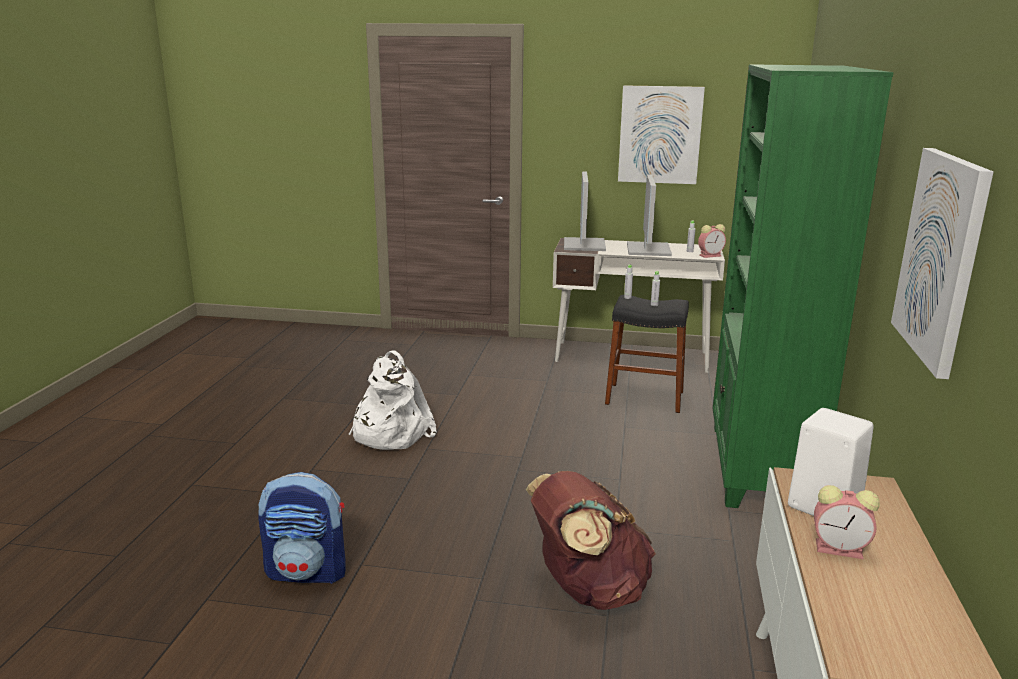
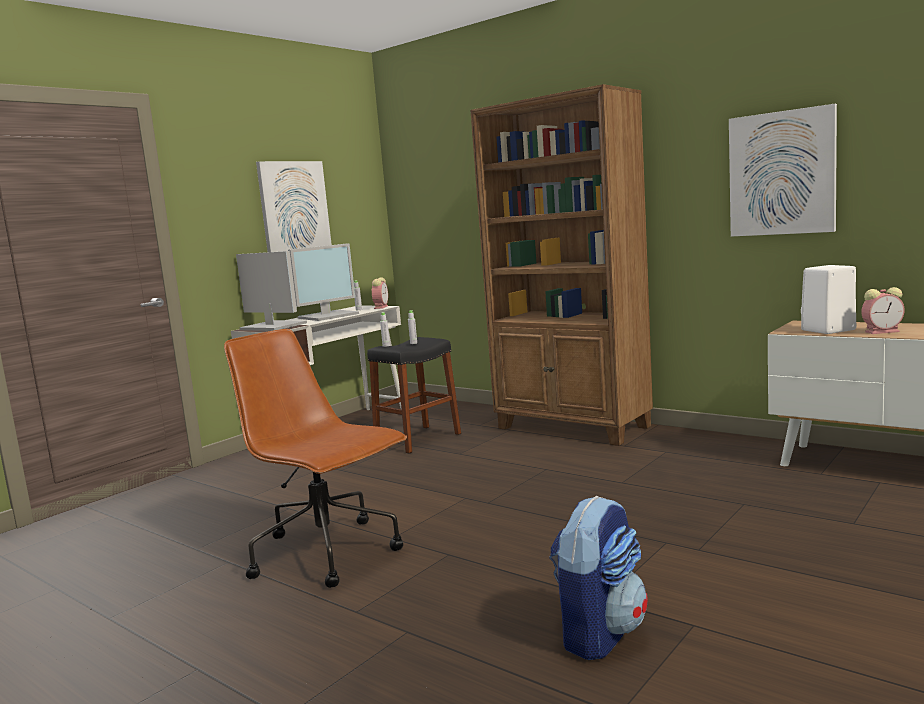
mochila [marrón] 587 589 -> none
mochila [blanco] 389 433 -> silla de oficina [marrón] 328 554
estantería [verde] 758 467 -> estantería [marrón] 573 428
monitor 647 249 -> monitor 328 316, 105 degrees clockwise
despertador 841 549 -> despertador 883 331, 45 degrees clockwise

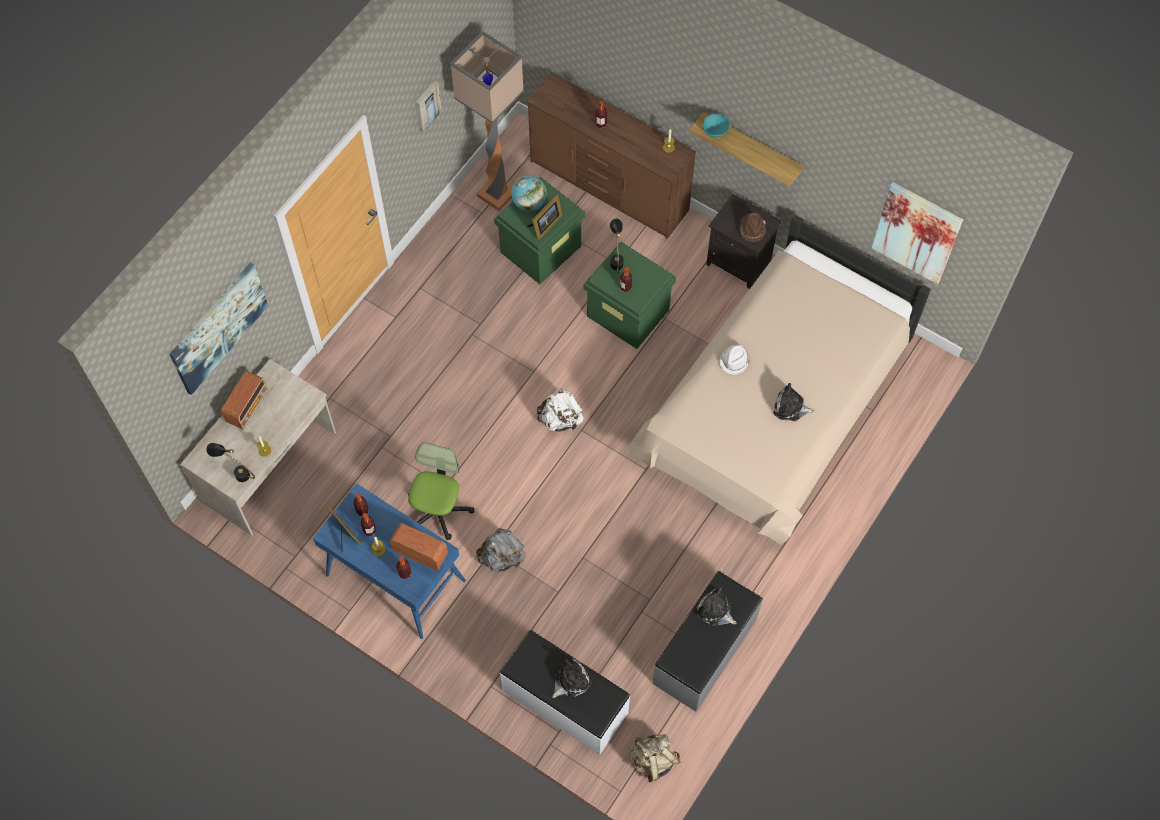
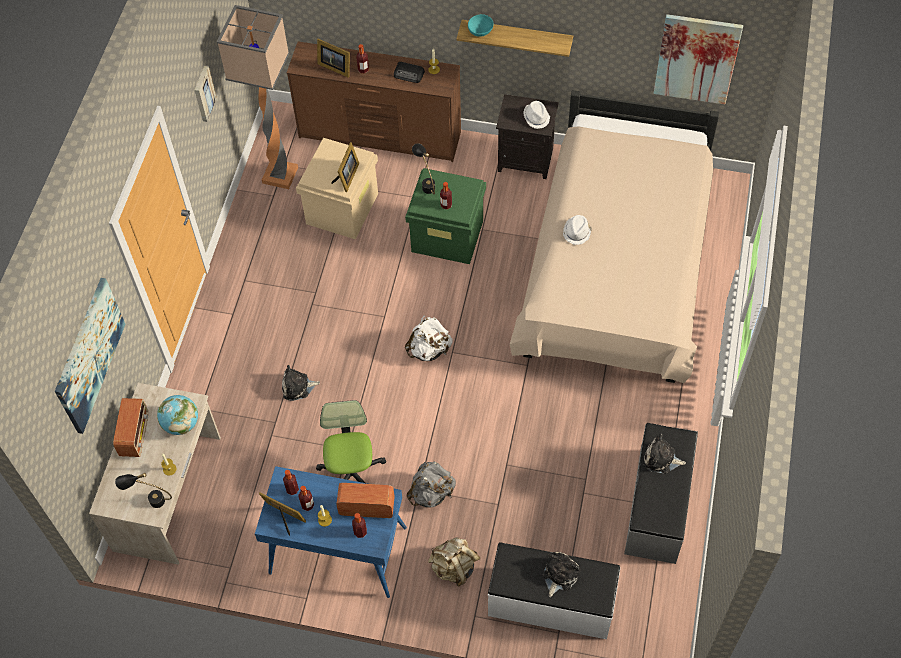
none -> portarretratos 334 66
none -> radio 409 74
globo terráqueo 529 203 -> globo terráqueo 181 424, move
mochila [beis] 653 760 -> mochila [beis] 454 567, move
peluche 790 407 -> peluche 298 387, move
caja de almacenaje [verde] 541 248 -> caja de almacenaje [beis] 342 208
sombrero [marrón] 752 229 -> sombrero [blanco] 536 118

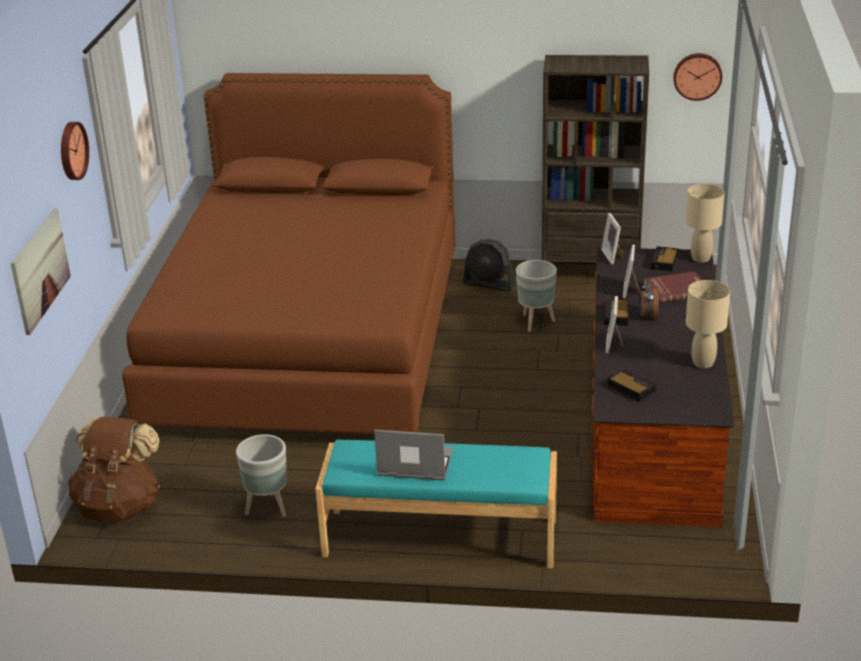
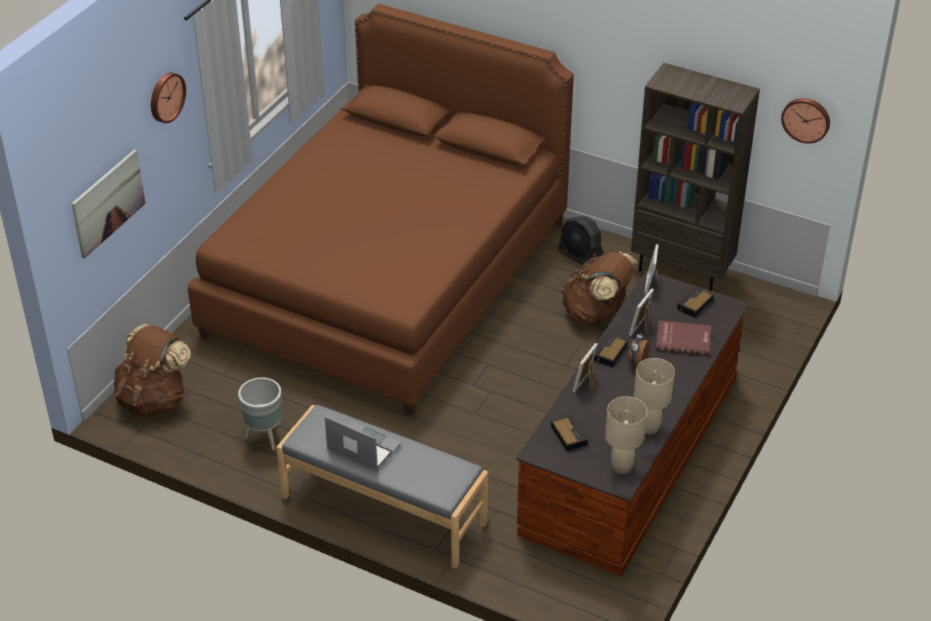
lámpara de mesa [beis] 700 258 -> lámpara de mesa [beis] 621 467, move
maceta [gris] 536 322 -> mochila [marrón] 596 313
banco [turquesa] 440 538 -> banco [gris] 383 511

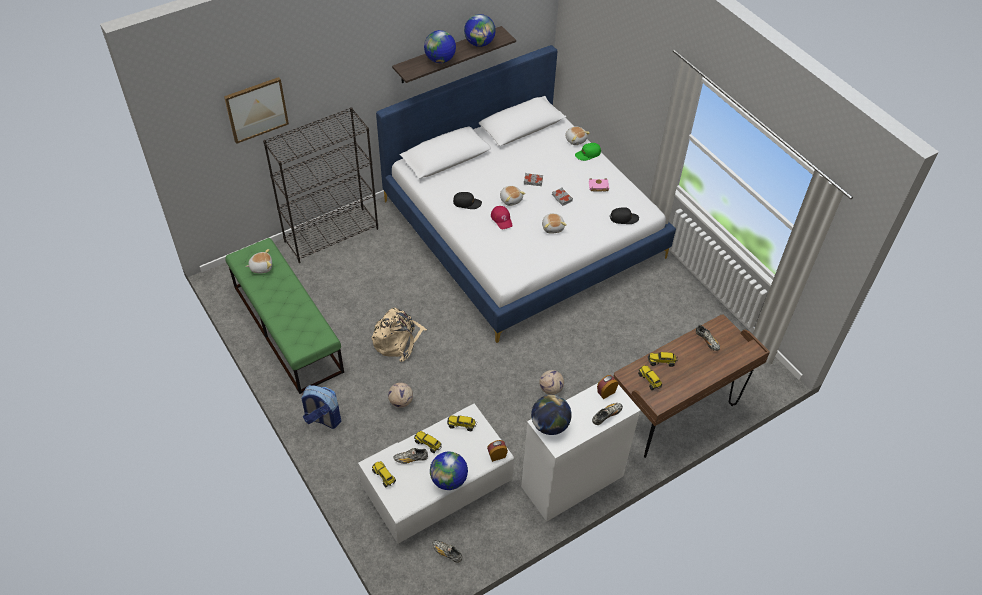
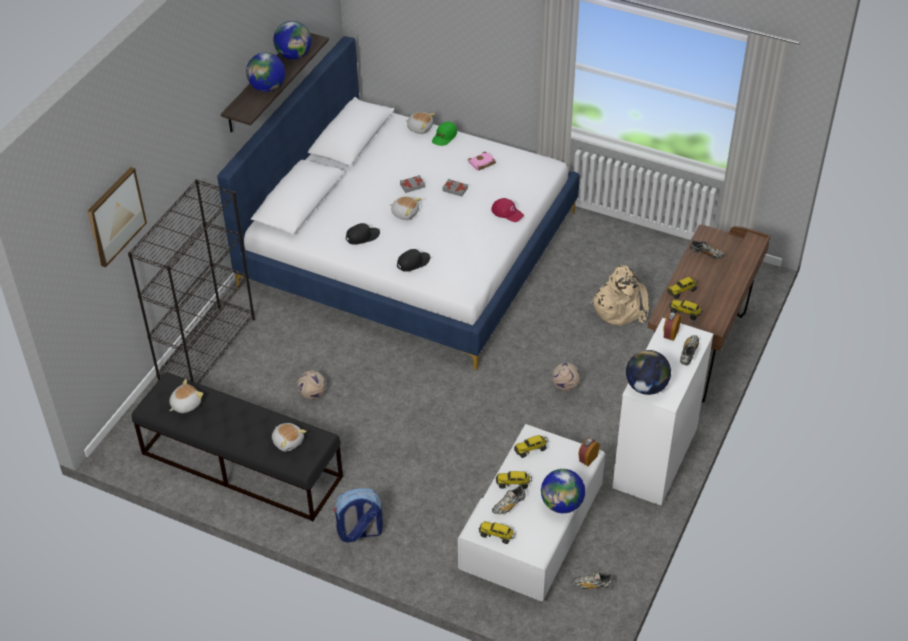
mochila [beis] 398 340 -> mochila [beis] 619 307, move
balón de fútbol 400 401 -> balón de fútbol 312 394, move
gorra [rojo] 502 219 -> gorra [rojo] 507 212, move
peluche 553 227 -> peluche 288 441, move
gorra [negro] 624 218 -> gorra [negro] 413 262, move
banco [verde] 287 328 -> banco [negro] 241 465

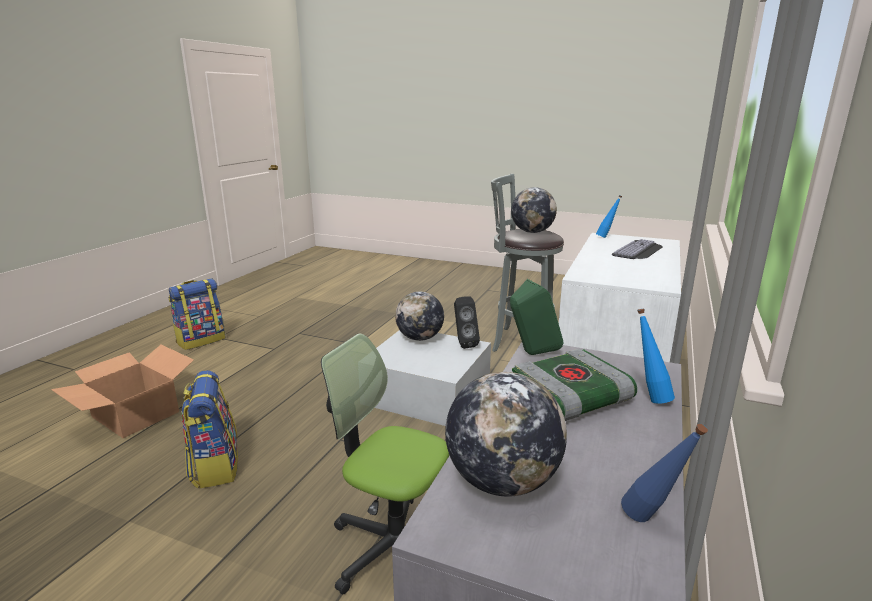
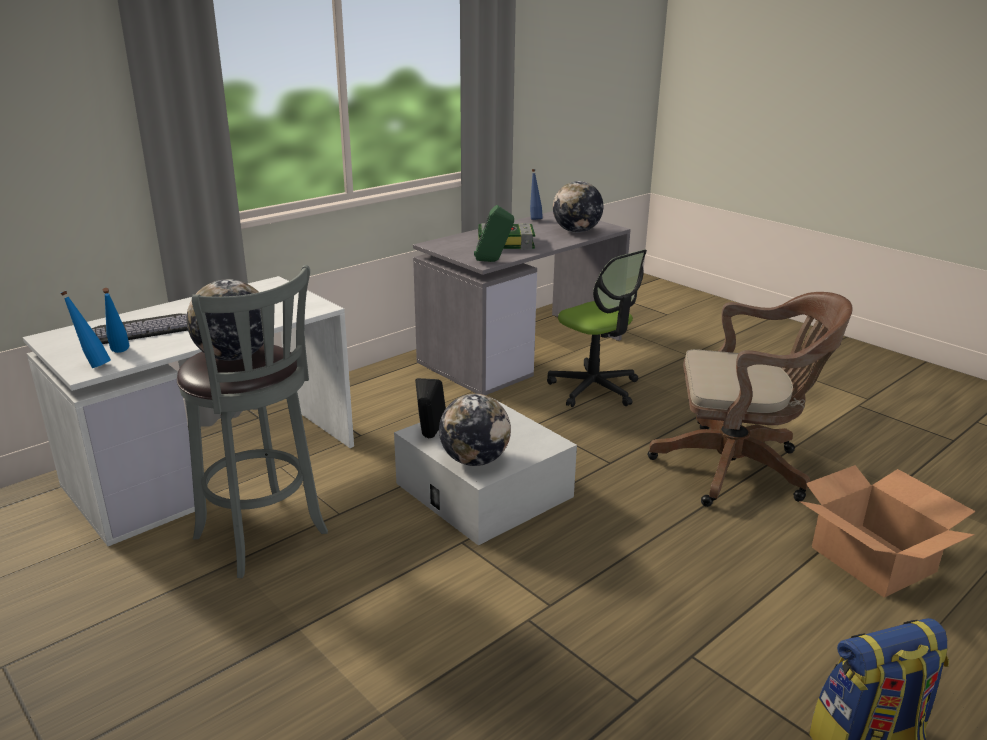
botella [azul] 648 398 -> botella [azul] 120 353, move
mochila 215 466 -> silla de oficina [marrón] 738 468

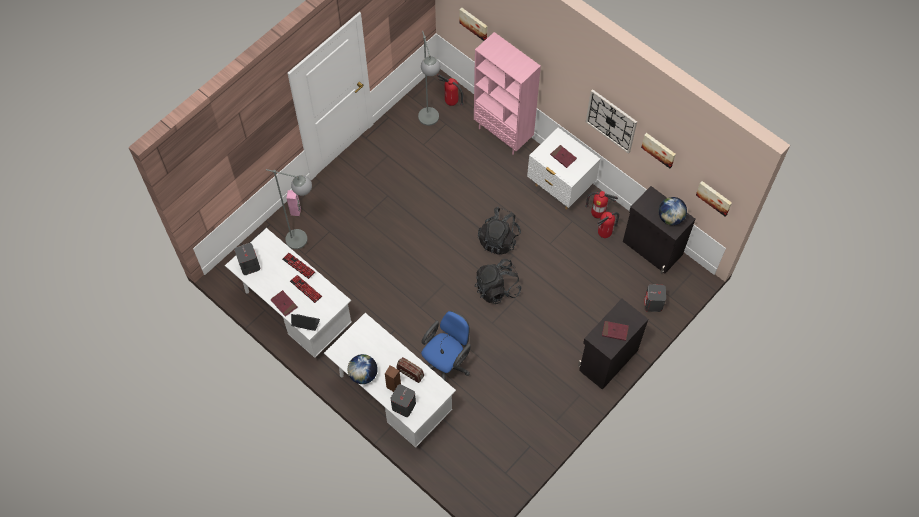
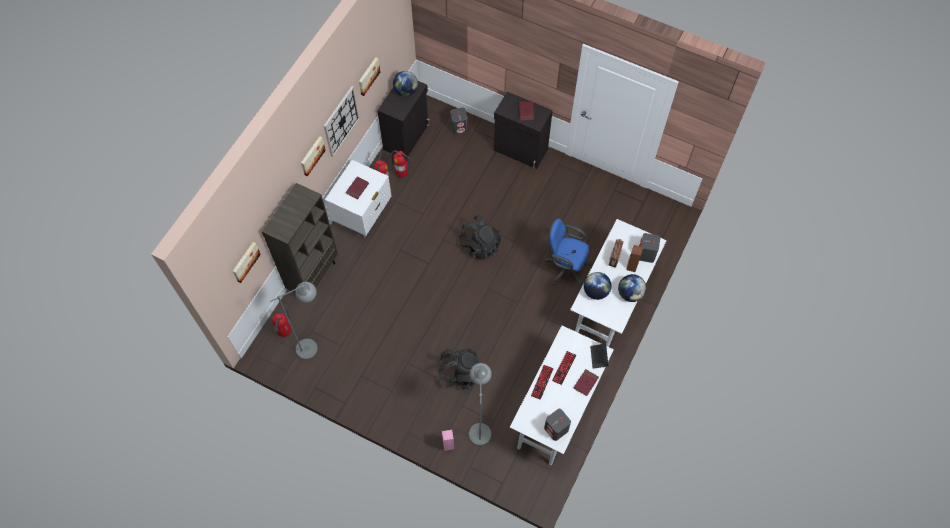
none -> globo terráqueo 595 291
mochila [negro] 498 239 -> mochila [negro] 459 373, move
cuadro 714 197 -> cuadro 312 155, move
estantería [rosa] 503 134 -> estantería [marrón] 313 276

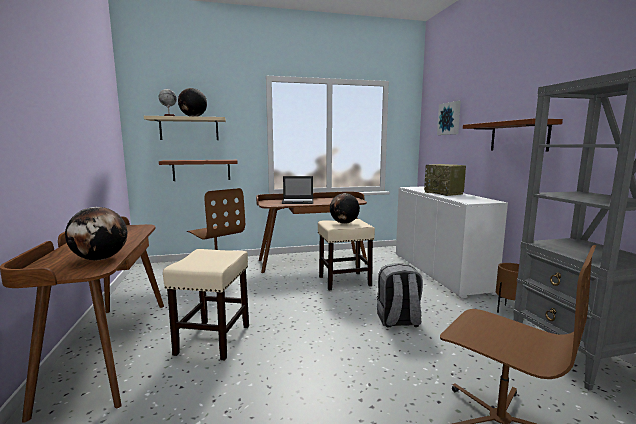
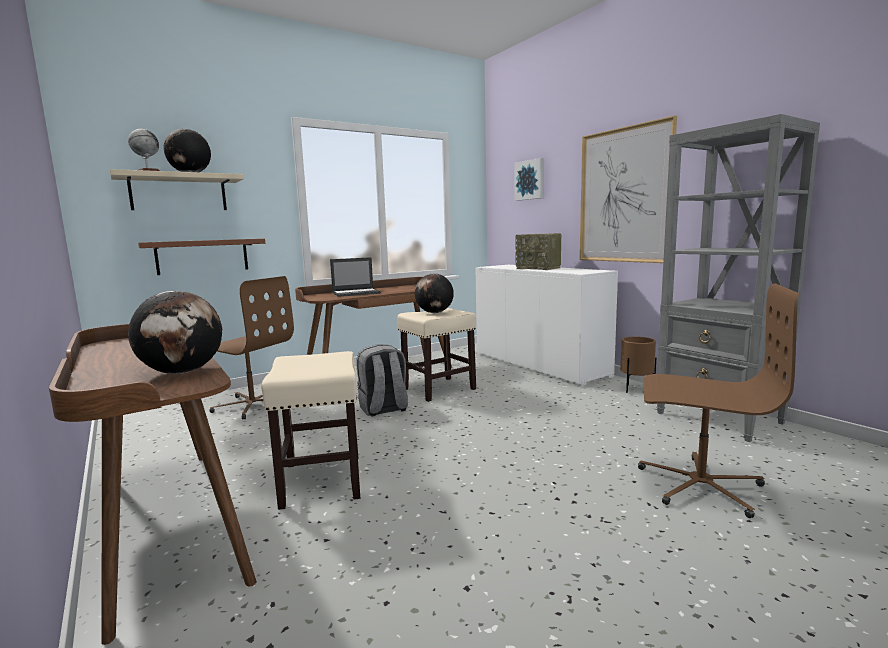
mochila [gris] 398 321 -> mochila [gris] 383 409, move
estante [marrón] 518 136 -> cuadro 624 196

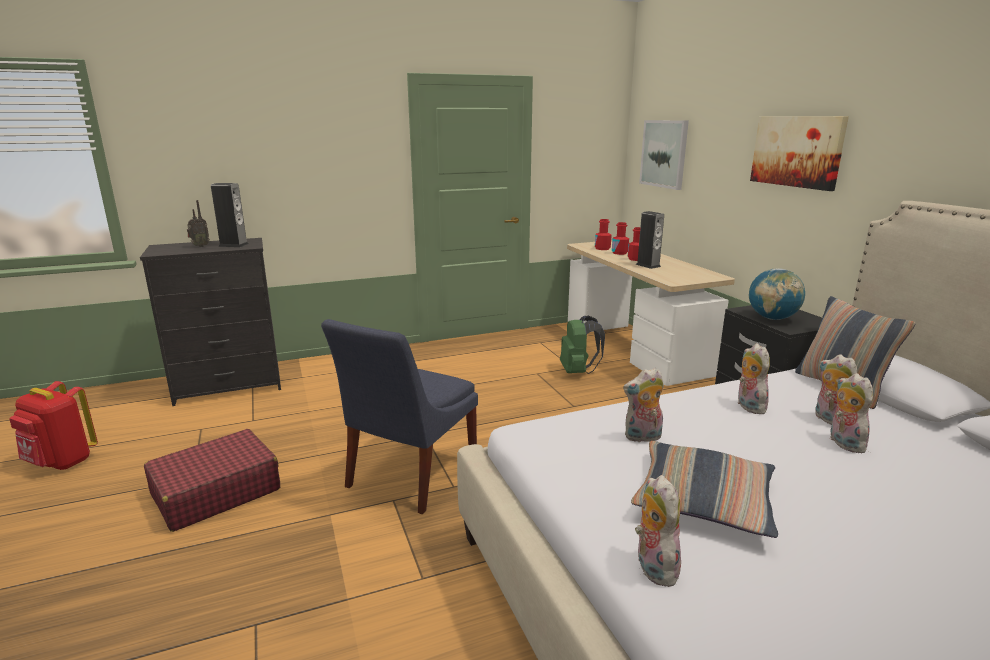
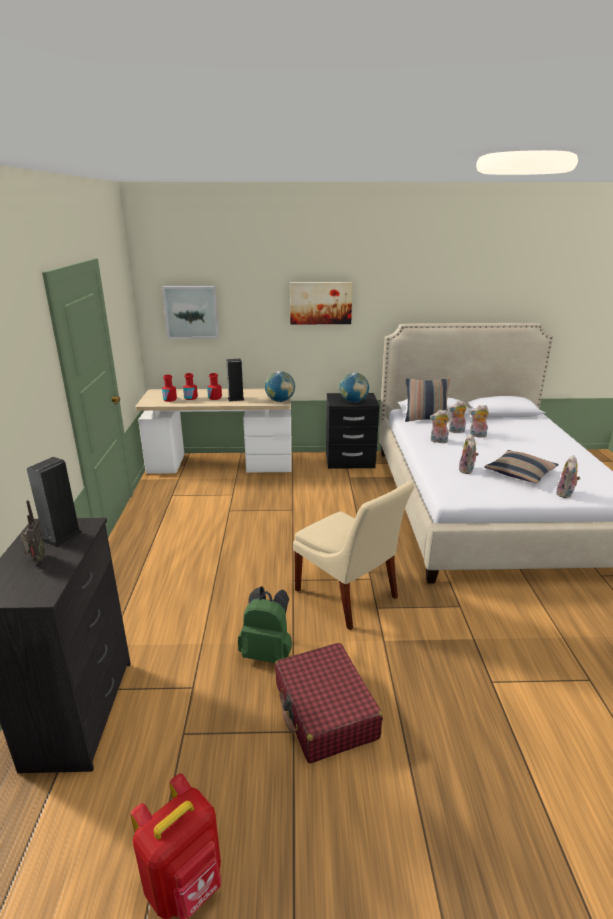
none -> globo terráqueo 280 401
mochila [verde] 578 371 -> mochila [verde] 267 652, move
silla [azul] 408 476 -> silla [beis] 348 596
peluche 652 566 -> peluche 565 494, 75 degrees counterclockwise

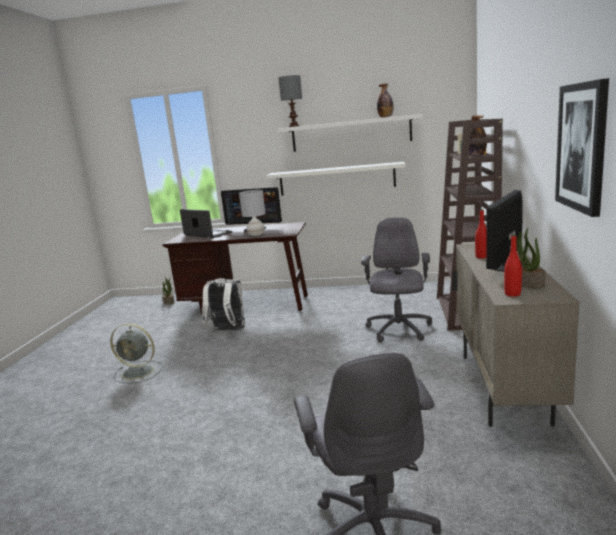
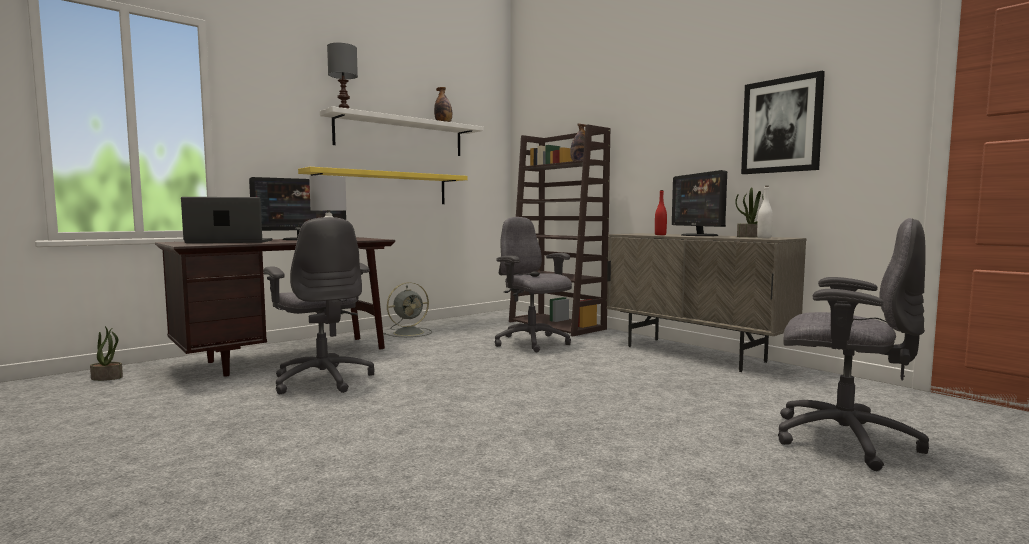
ventilador [gris] 139 372 -> ventilador [gris] 410 332, move
mochila [blanco] 227 331 -> silla de oficina [gris] 323 380
estante [blanco] 336 179 -> estante [amarillo] 383 188
botella [rojo] 512 294 -> botella [blanco] 764 238

